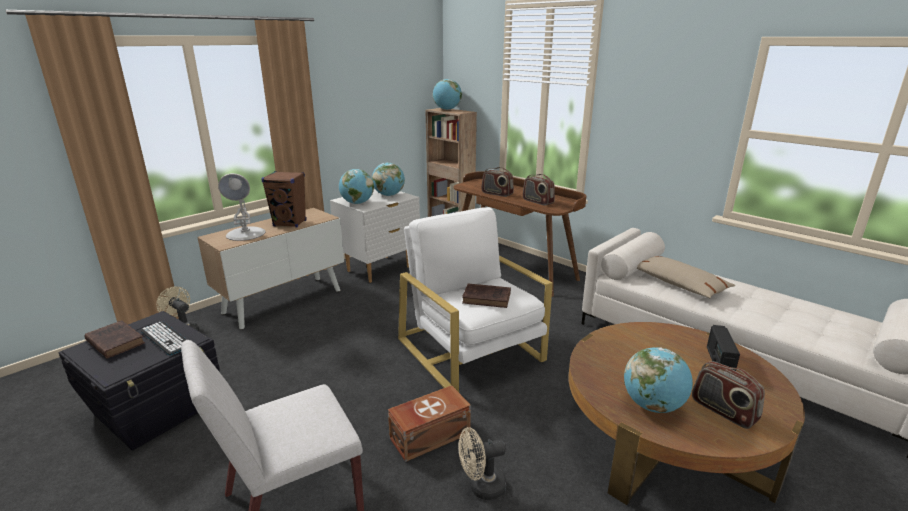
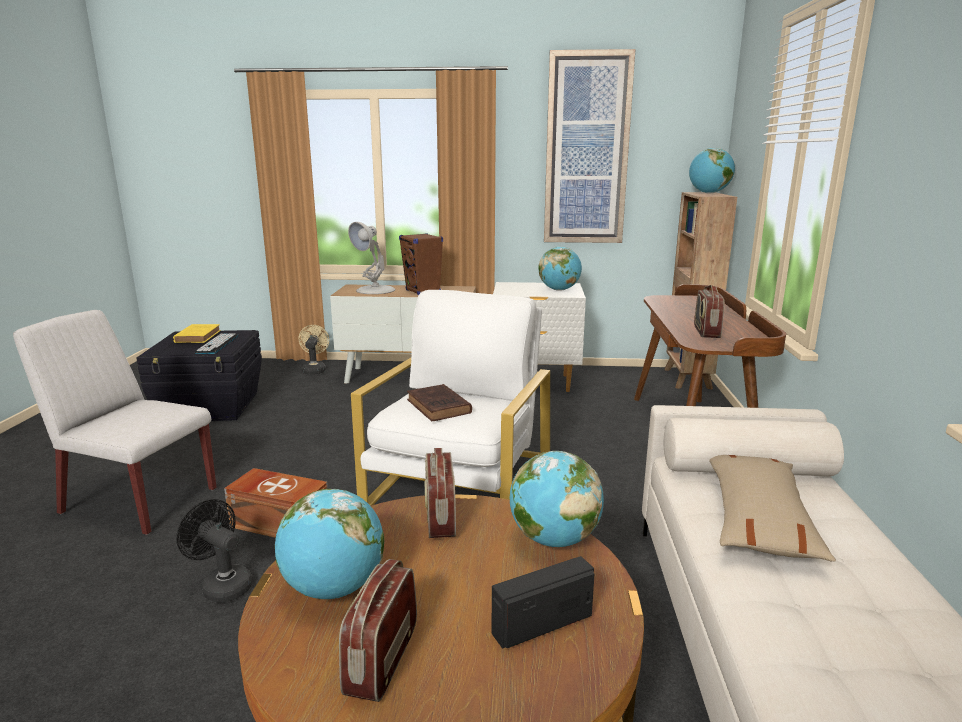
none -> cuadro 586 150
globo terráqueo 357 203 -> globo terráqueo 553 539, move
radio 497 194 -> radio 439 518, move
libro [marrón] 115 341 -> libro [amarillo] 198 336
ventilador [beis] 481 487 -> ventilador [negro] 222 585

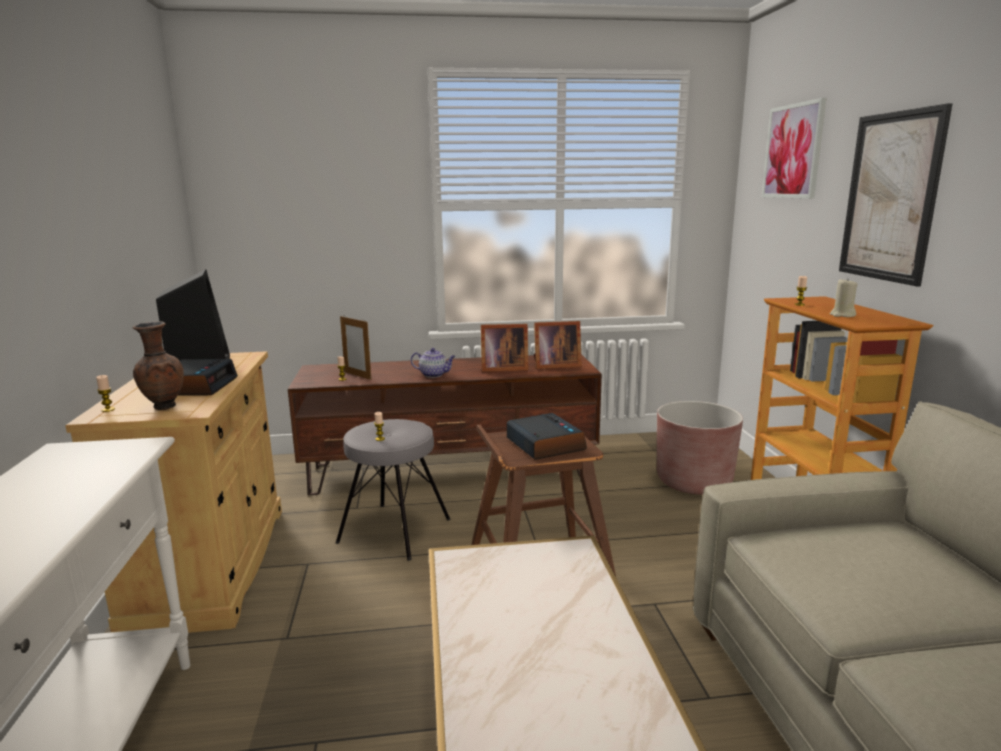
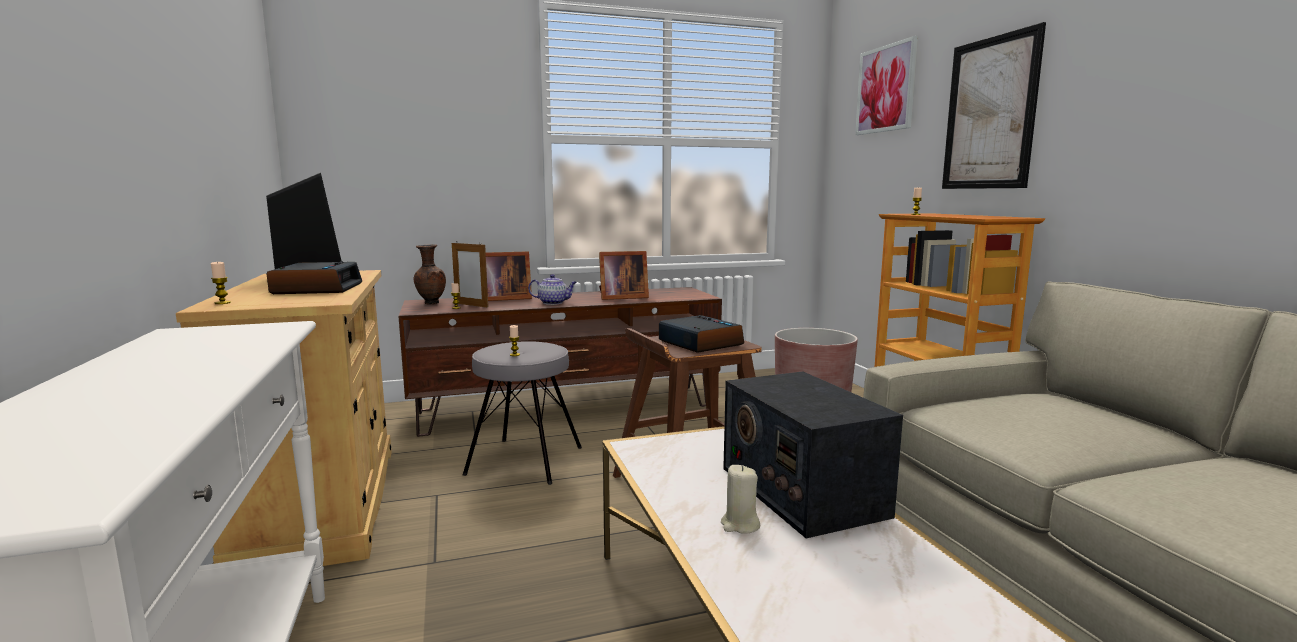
none -> radio 801 491
florero [marrón] 163 407 -> florero [marrón] 430 303, move
portarretratos 554 365 -> portarretratos 504 298, move
vela [beis] 842 315 -> vela [beis] 740 525, move

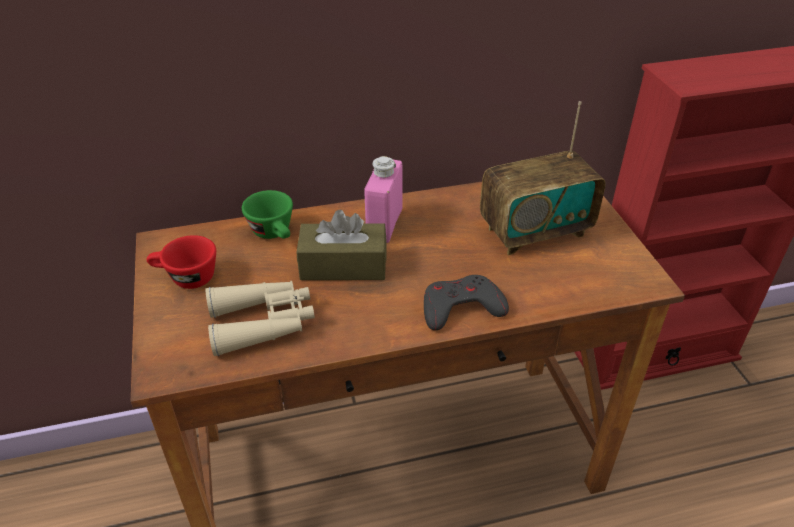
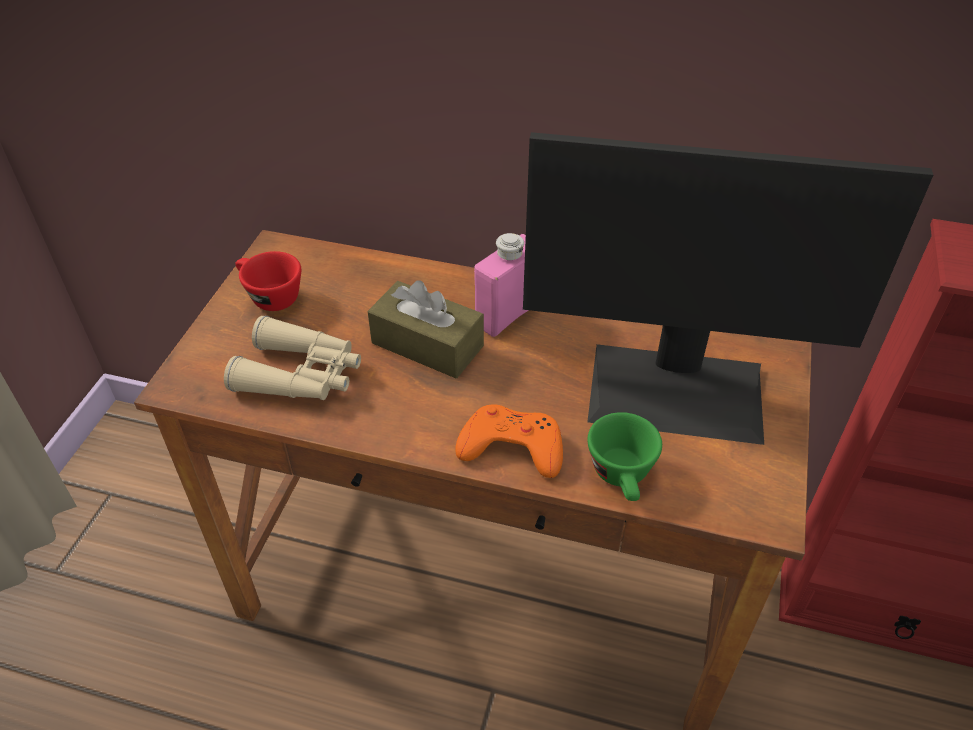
taza [verde] 275 233 -> taza [verde] 623 477, move
radio 535 231 -> monitor 677 390
mando de consola [gris] 461 308 -> mando de consola [naranja] 511 447

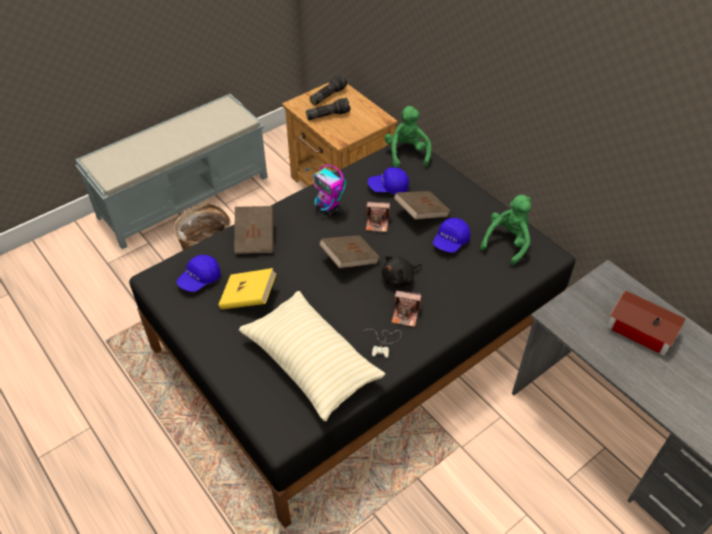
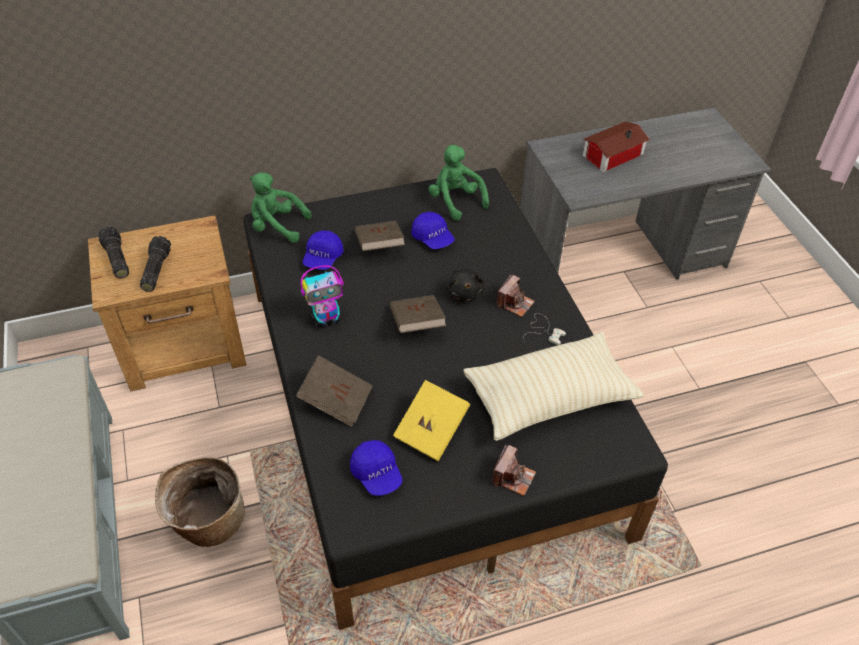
cámara 377 223 -> cámara 513 477, move

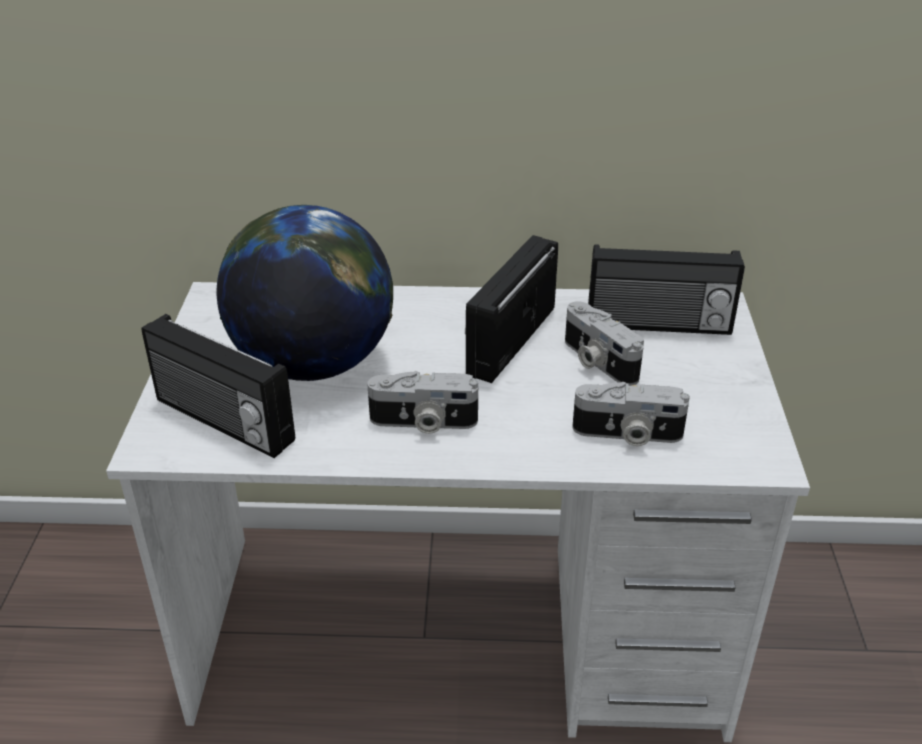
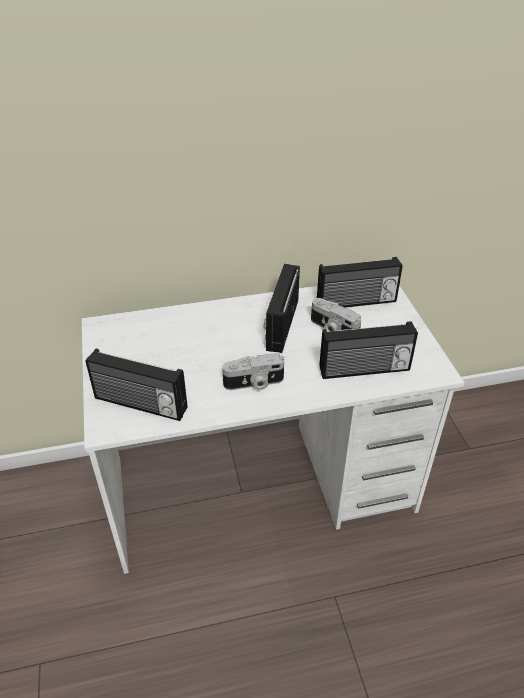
globo terráqueo 313 364 -> none
cámara 627 434 -> radio 364 370

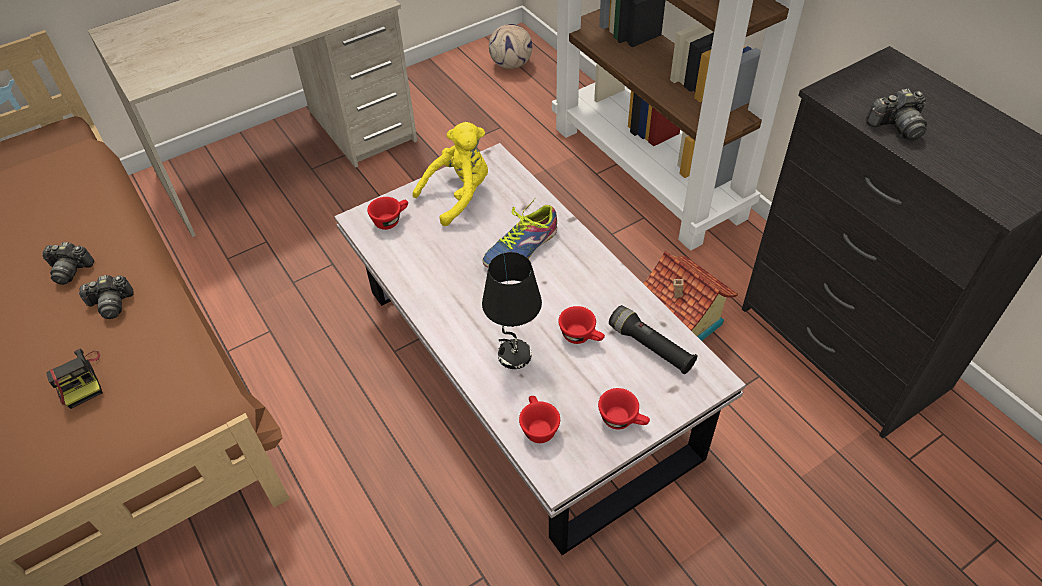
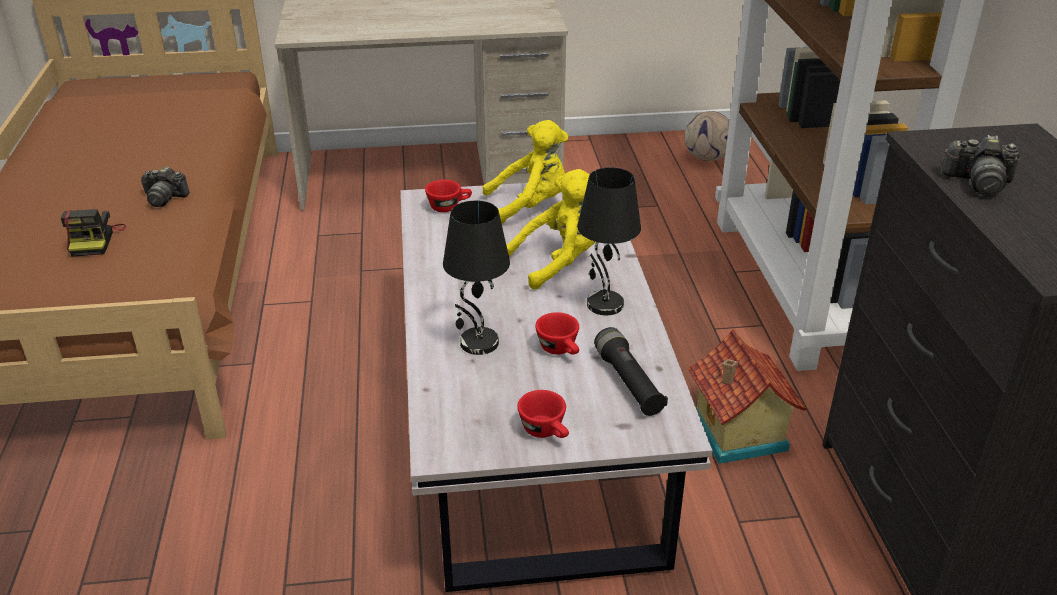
cámara 70 270 -> none
taza [rojo] 537 427 -> none
none -> lámpara de mesa [negro] 603 304
zapato 522 247 -> peluche [amarillo] 559 262

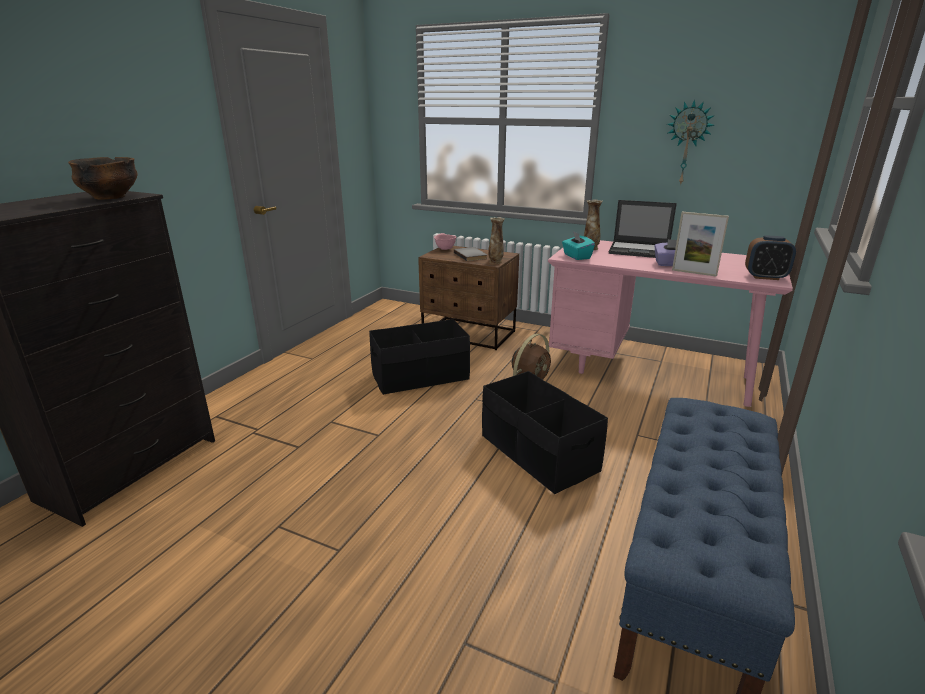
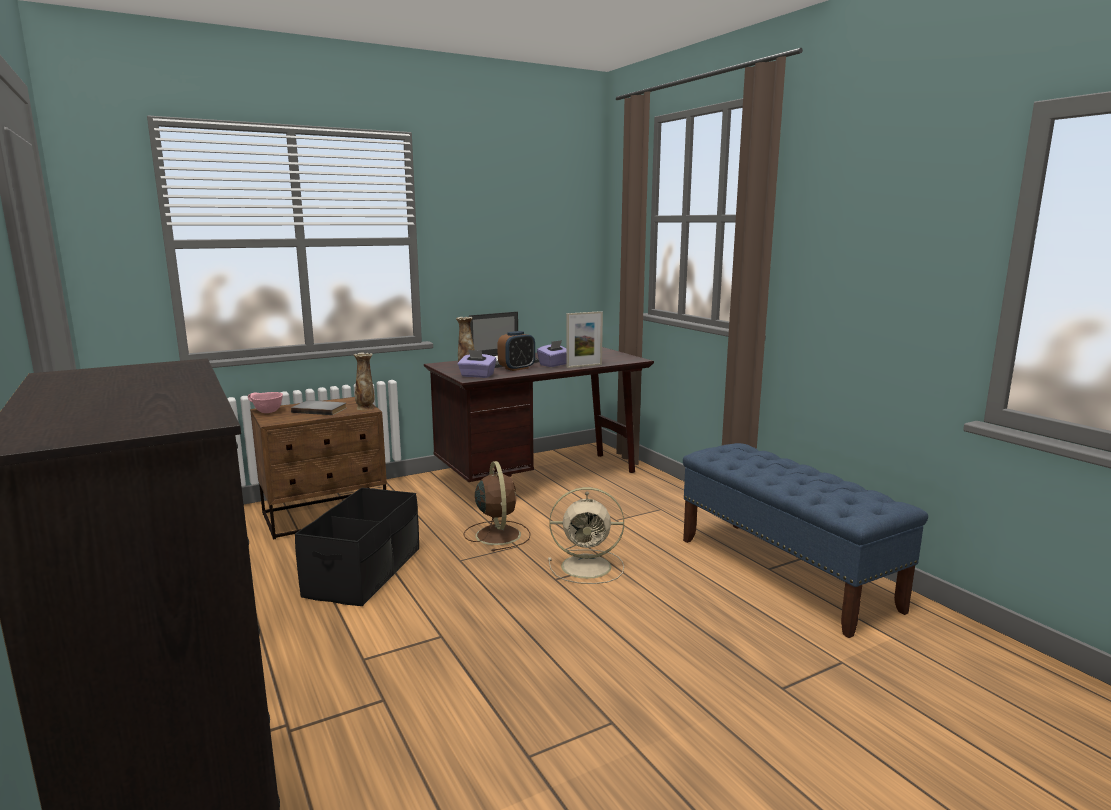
cuenco 110 198 -> none
reloj de pared 687 143 -> none
despertador 765 277 -> despertador 517 368, move
caja de almacenaje [negro] 538 453 -> ventilador [beis] 588 566
escritorio [rosa] 649 372 -> escritorio [marrón] 540 478
caja de pañuelos [turquesa] 576 256 -> caja de pañuelos [morado] 477 376

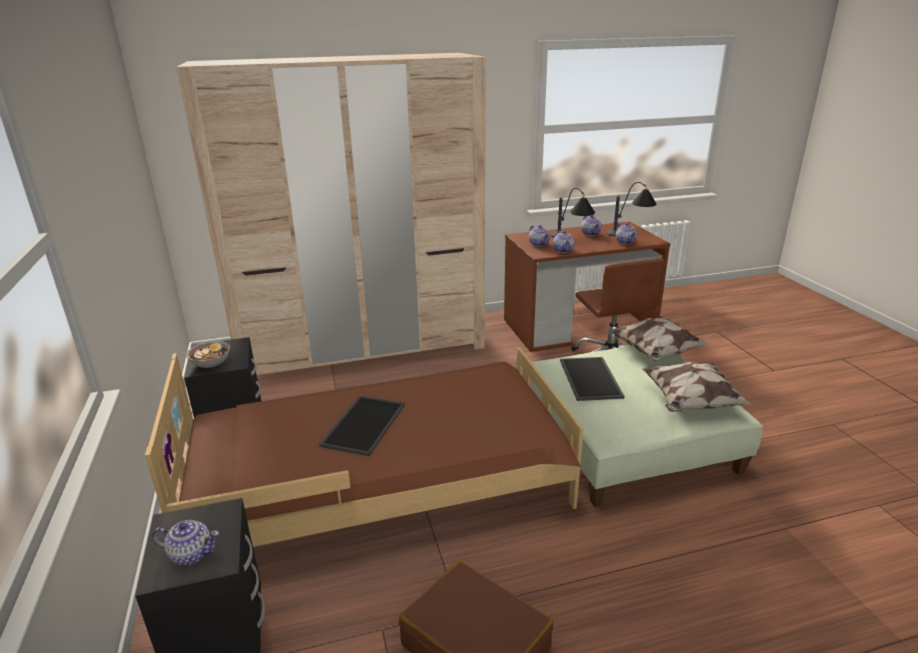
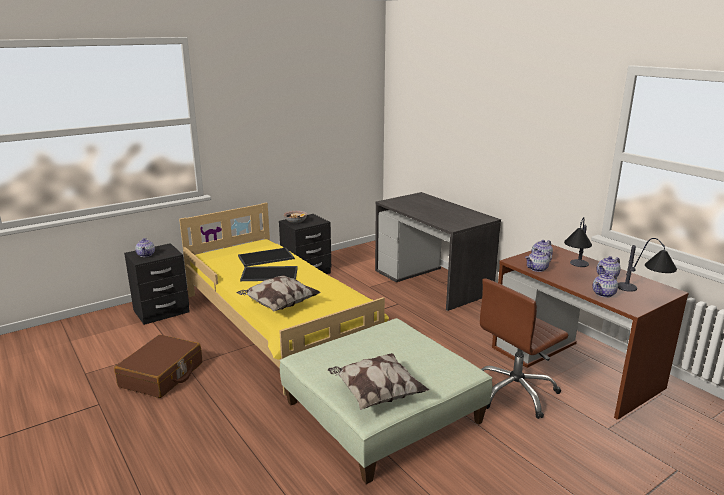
bandeja 591 379 -> bandeja 265 258, move
cojín 655 353 -> cojín 278 305, move
armario ropero [beis] 363 347 -> escritorio [gris] 432 282
cama [marrón] 382 488 -> cama [amarillo] 278 323

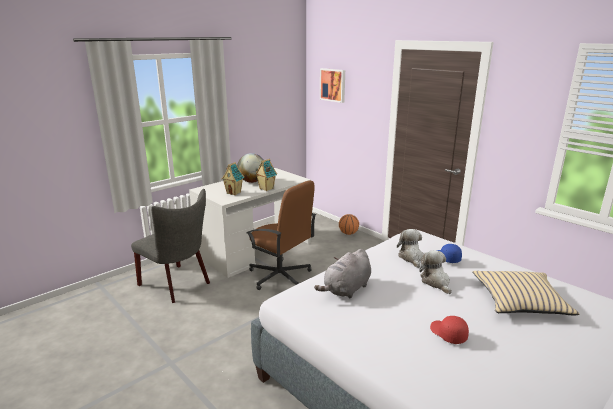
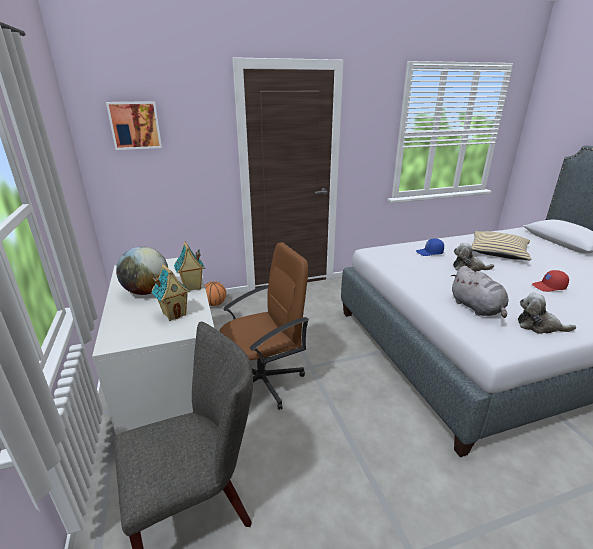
peluche 411 257 -> peluche 539 326, move

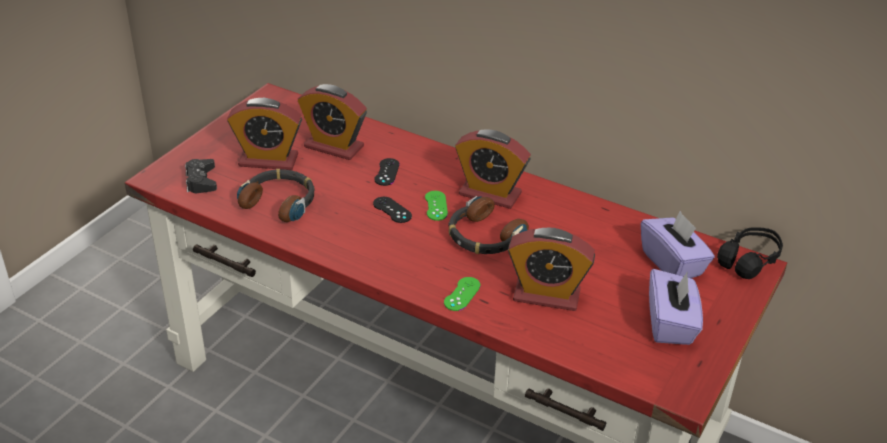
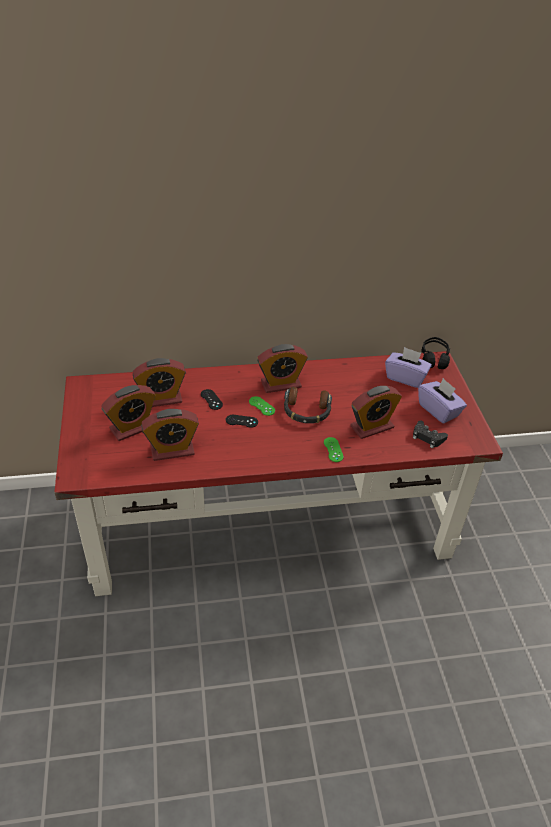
mando de consola [negro] 201 181 -> mando de consola [negro] 427 437, move
auriculares 280 201 -> despertador 172 450

